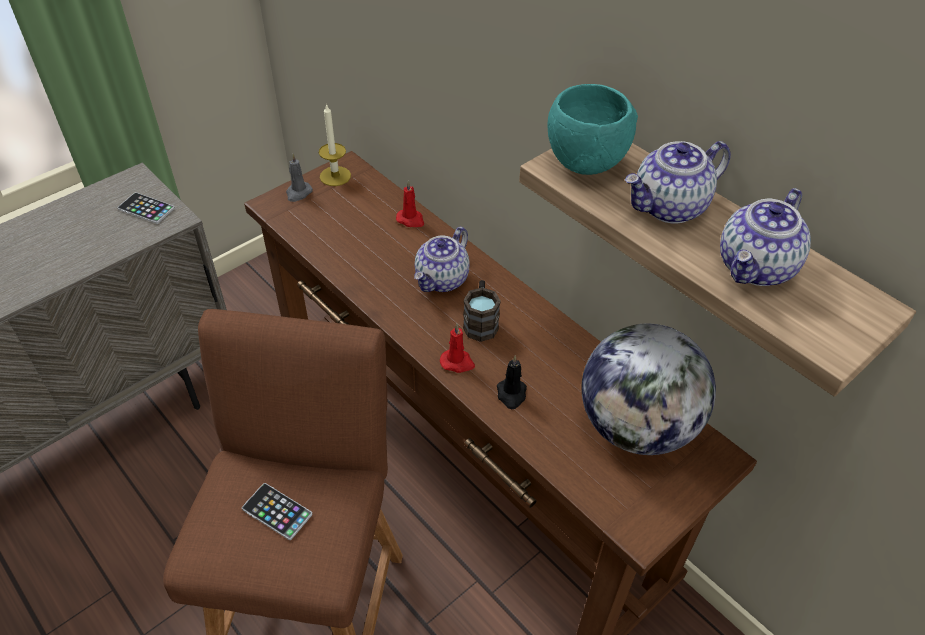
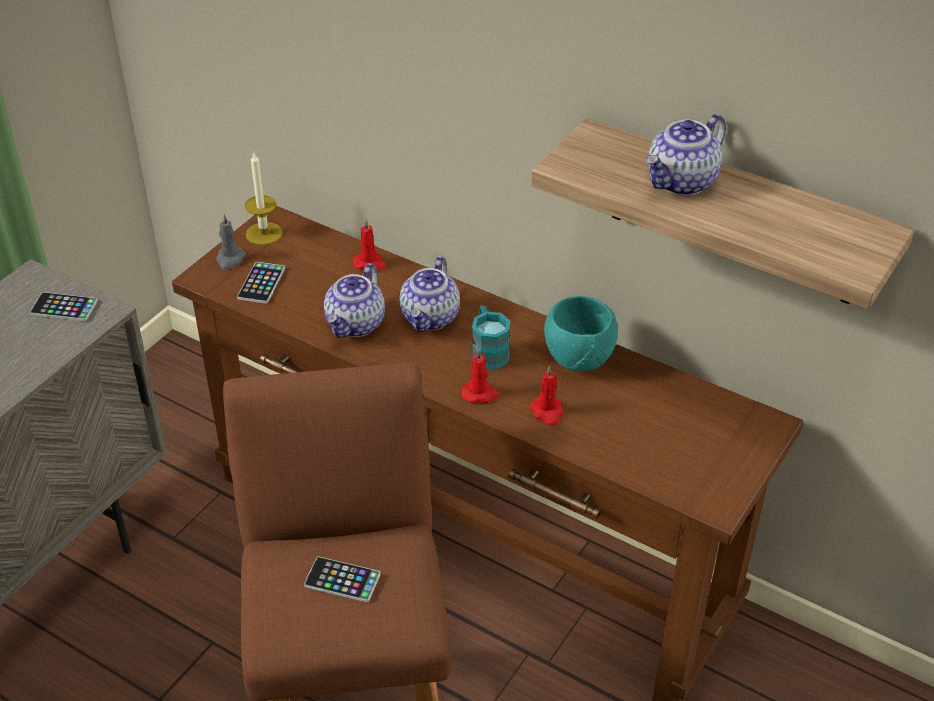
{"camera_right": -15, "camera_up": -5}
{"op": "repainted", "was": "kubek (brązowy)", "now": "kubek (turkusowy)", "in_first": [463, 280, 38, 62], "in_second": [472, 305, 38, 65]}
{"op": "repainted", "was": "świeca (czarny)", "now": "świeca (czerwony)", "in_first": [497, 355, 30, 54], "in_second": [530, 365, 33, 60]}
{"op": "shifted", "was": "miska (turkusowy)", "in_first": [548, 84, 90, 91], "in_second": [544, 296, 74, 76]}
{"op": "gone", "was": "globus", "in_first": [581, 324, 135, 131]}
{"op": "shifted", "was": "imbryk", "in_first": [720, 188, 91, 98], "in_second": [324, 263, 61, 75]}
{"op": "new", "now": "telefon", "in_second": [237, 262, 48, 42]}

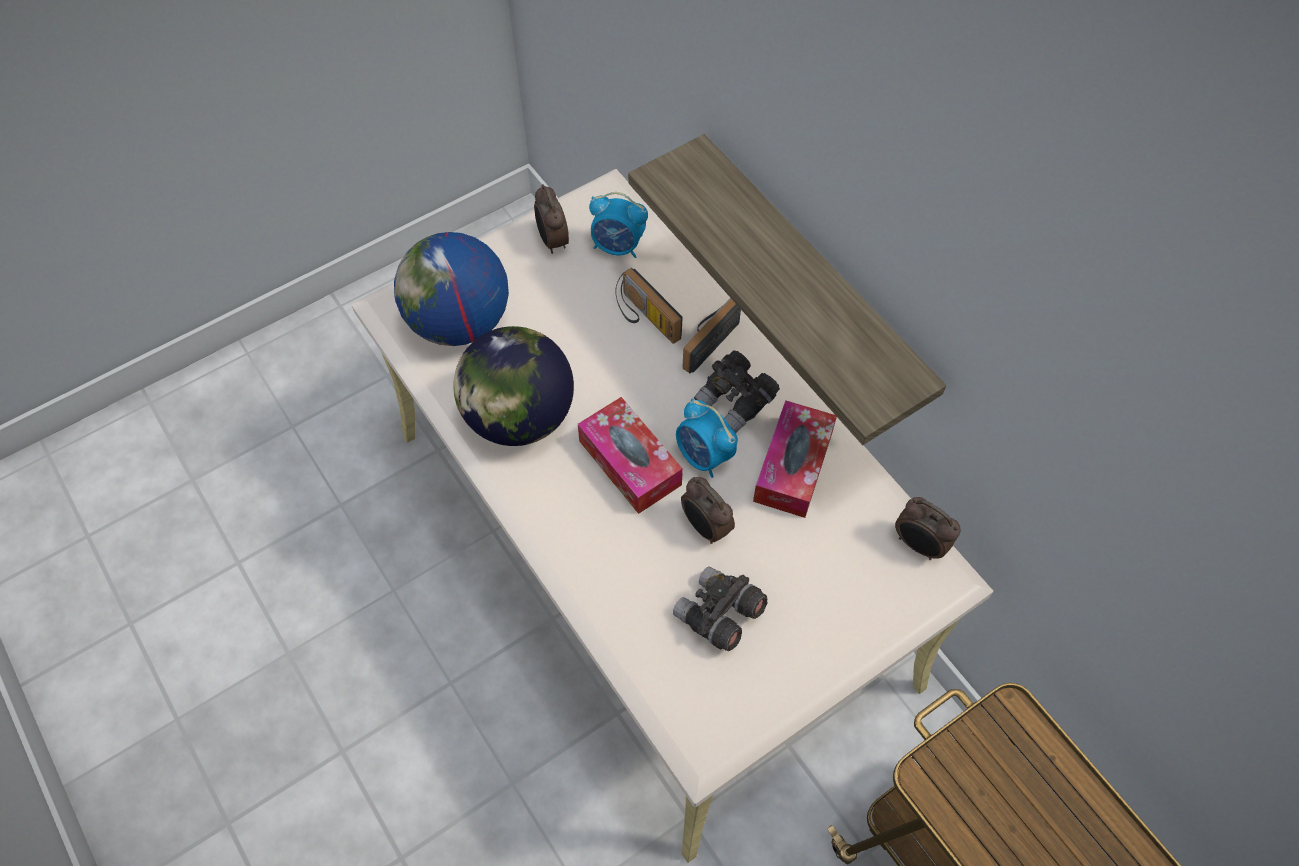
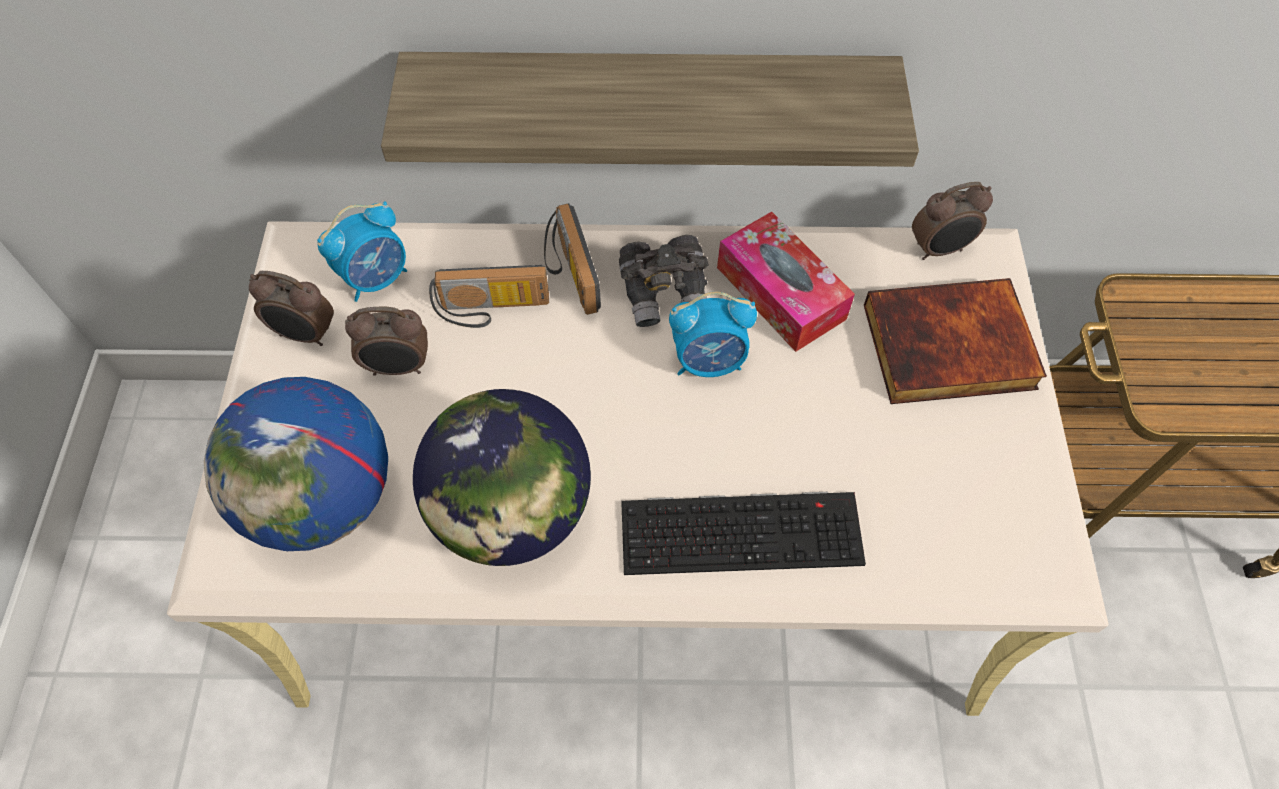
{"camera_right": -55, "camera_up": 0}
{"op": "gone", "was": "pudełko chusteczek", "in_first": [578, 397, 105, 117]}
{"op": "gone", "was": "lornetka (szary)", "in_first": [673, 567, 94, 84]}
{"op": "shifted", "was": "budzik", "in_first": [681, 477, 54, 67], "in_second": [345, 307, 83, 69]}
{"op": "new", "now": "klawiatura", "in_second": [621, 492, 245, 83]}
{"op": "new", "now": "książka", "in_second": [864, 278, 183, 126]}

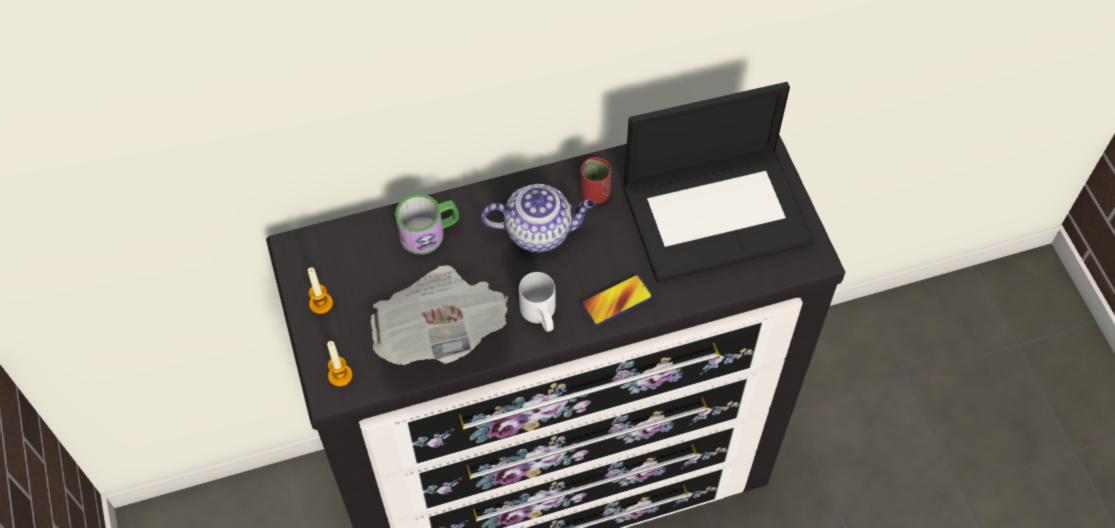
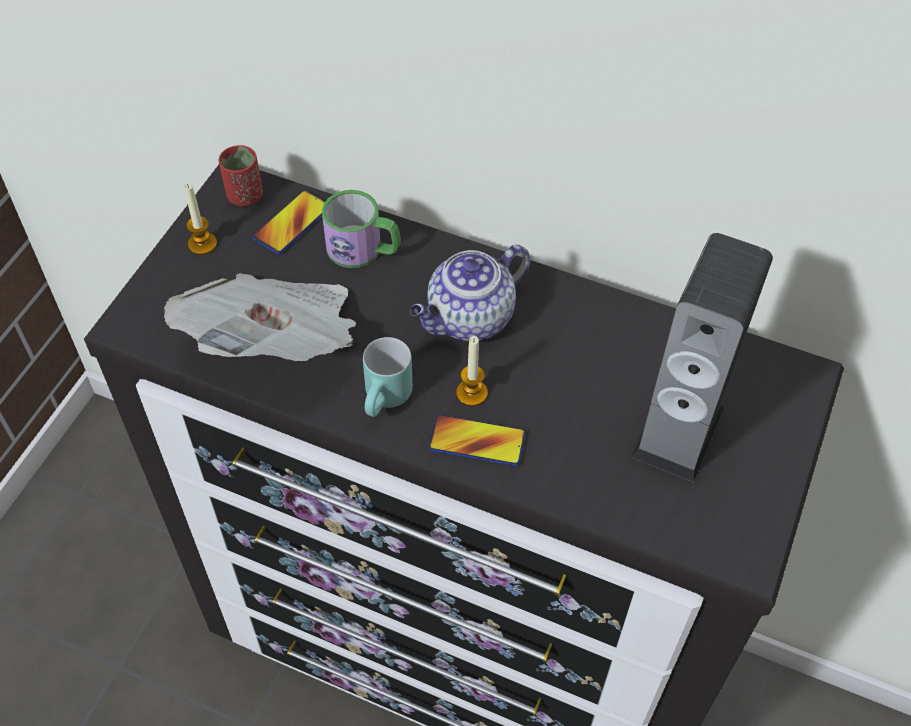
{"camera_right": 40, "camera_up": -5}
{"op": "shifted", "was": "świeca", "in_first": [327, 341, 26, 46], "in_second": [456, 336, 32, 70]}
{"op": "rotated", "was": "imbryk", "in_first": [481, 184, 114, 69], "in_second": [410, 245, 120, 96], "clockwise": 105}
{"op": "repainted", "was": "kubek (biały)", "now": "kubek (turkusowy)", "in_first": [519, 272, 36, 60], "in_second": [363, 337, 50, 80]}
{"op": "shifted", "was": "filiżanka (czerwony)", "in_first": [581, 157, 30, 47], "in_second": [219, 145, 44, 61]}
{"op": "swapped", "was": "laptop", "now": "głośnik", "in_first": [624, 82, 190, 200], "in_second": [631, 233, 142, 249]}
{"op": "new", "now": "telefon", "in_second": [252, 190, 73, 64]}

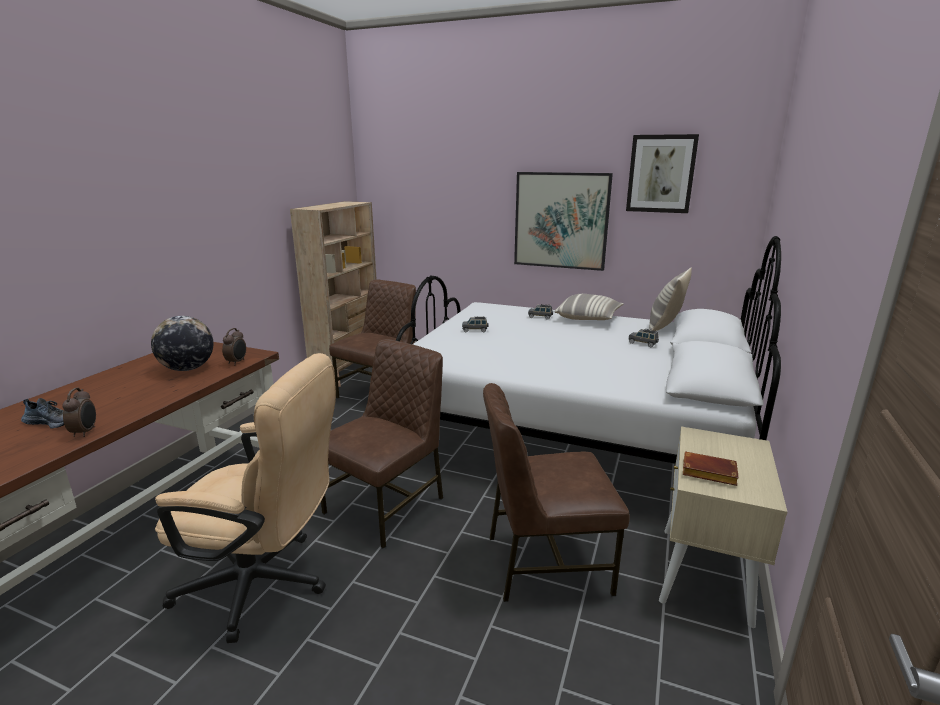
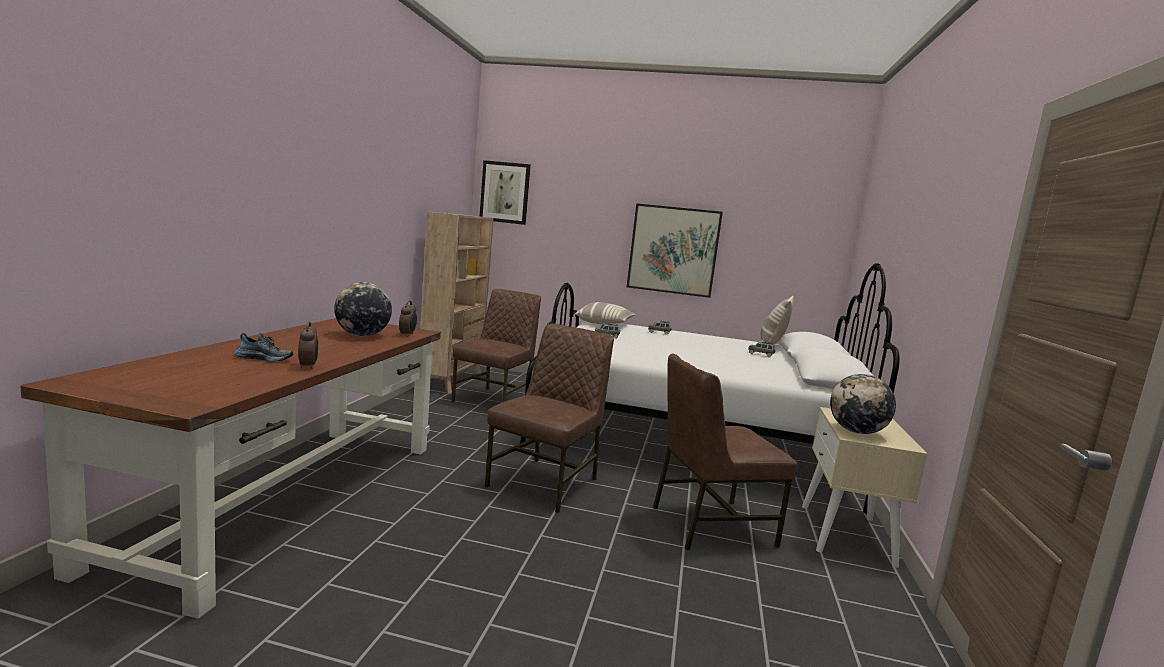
{"camera_right": -10, "camera_up": -10}
{"op": "gone", "was": "krzesło biurowe (beżowy)", "in_first": [155, 353, 181, 290]}
{"op": "shifted", "was": "poduszka", "in_first": [554, 294, 70, 26], "in_second": [575, 302, 61, 22]}
{"op": "shifted", "was": "obraz", "in_first": [626, 134, 73, 79], "in_second": [480, 160, 51, 65]}
{"op": "swapped", "was": "książka (brązowy)", "now": "globus", "in_first": [683, 451, 56, 35], "in_second": [830, 374, 66, 60]}

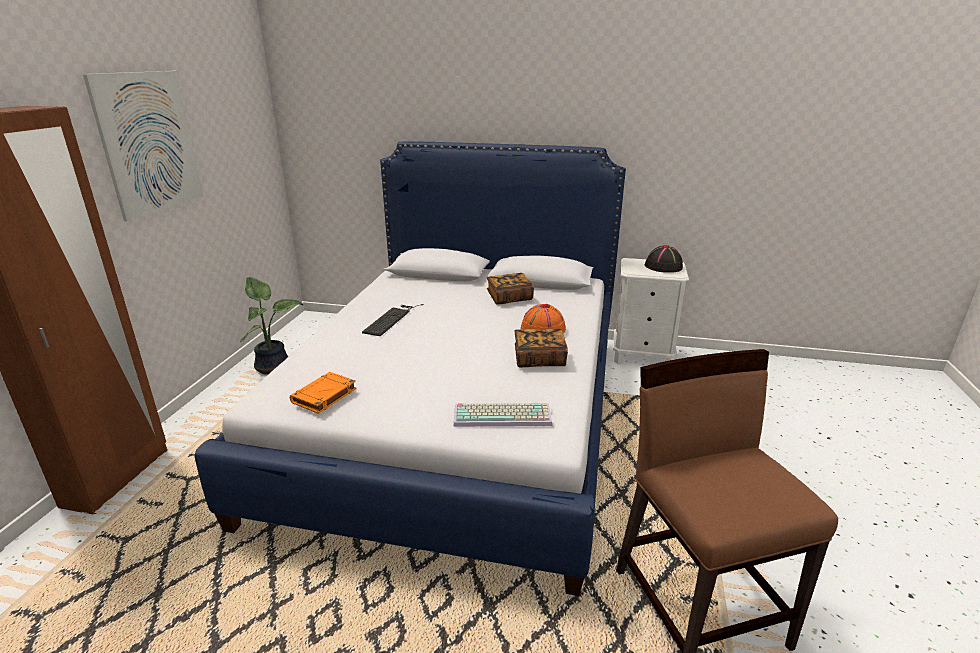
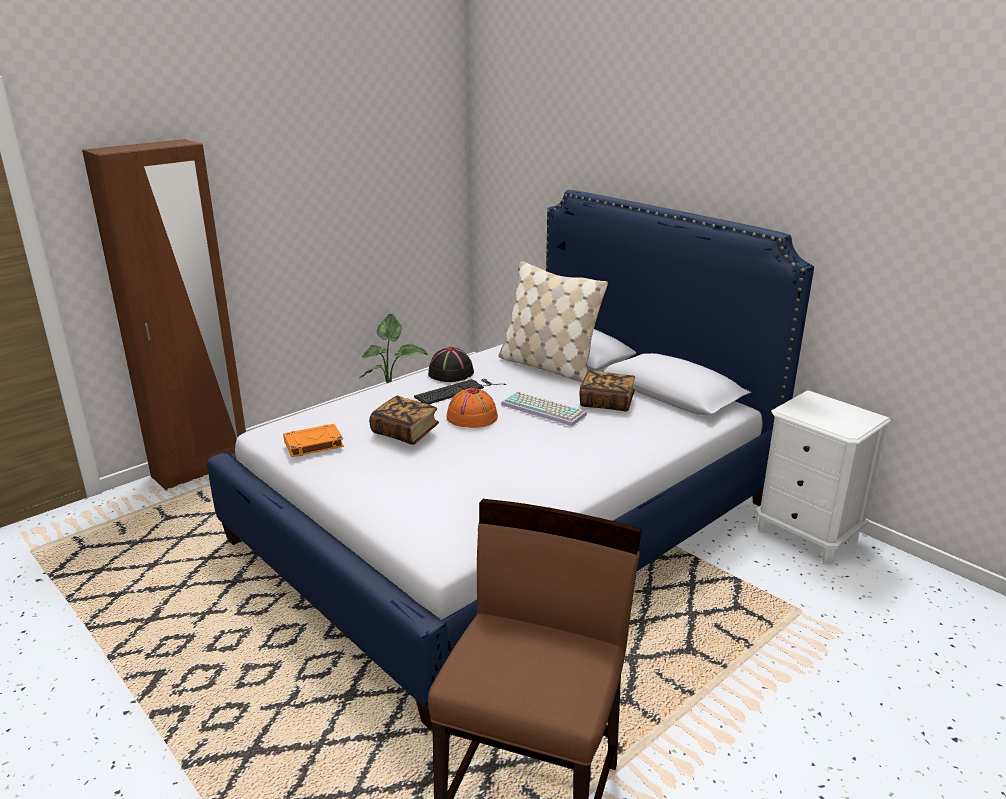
{"camera_right": 35, "camera_up": 0}
{"op": "gone", "was": "obraz", "in_first": [83, 71, 120, 150]}
{"op": "shifted", "was": "klawiatura", "in_first": [453, 403, 100, 24], "in_second": [501, 391, 86, 35]}
{"op": "shifted", "was": "książka", "in_first": [514, 329, 54, 39], "in_second": [369, 396, 70, 49]}
{"op": "shifted", "was": "kapelusz (pomarańczowy)", "in_first": [520, 304, 46, 29], "in_second": [446, 388, 52, 40]}
{"op": "shifted", "was": "kapelusz (czarny)", "in_first": [645, 245, 38, 28], "in_second": [428, 347, 46, 35]}
{"op": "new", "now": "poduszka (beżowy)", "in_second": [498, 261, 110, 121]}

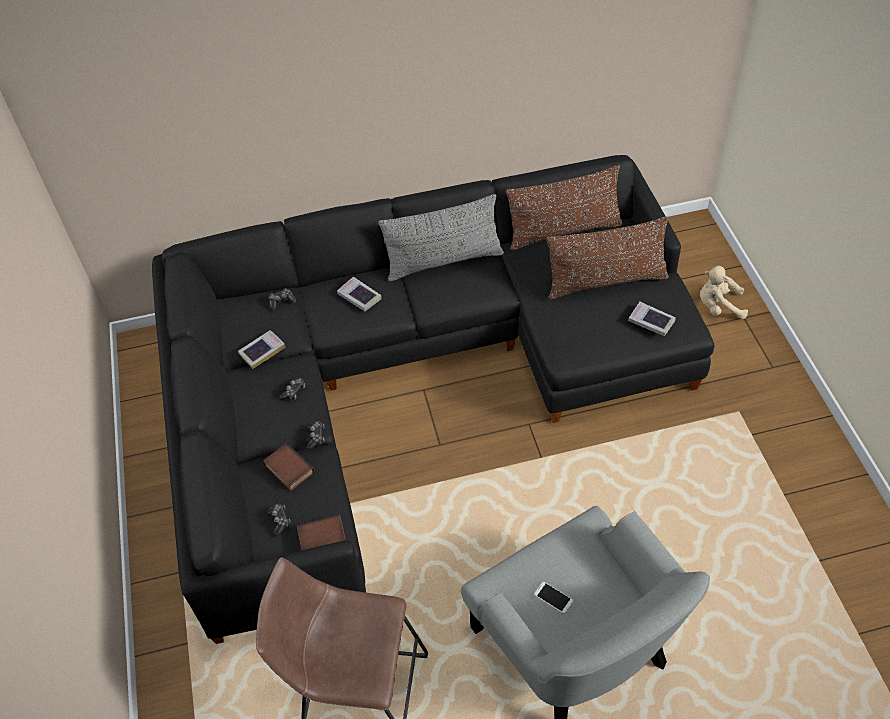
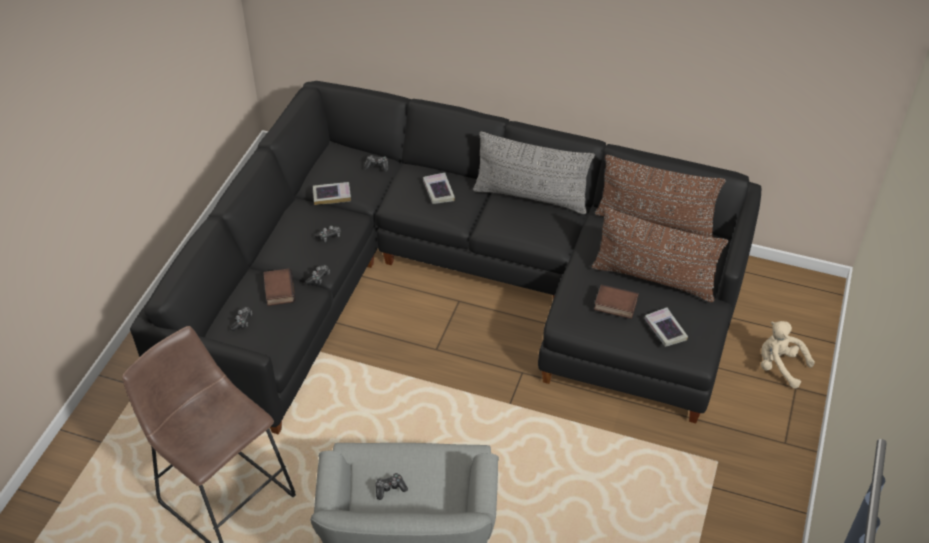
{"camera_right": 30, "camera_up": -5}
{"op": "shifted", "was": "książka", "in_first": [297, 514, 49, 37], "in_second": [594, 284, 45, 35]}
{"op": "swapped", "was": "telefon", "now": "pad do gier", "in_first": [534, 582, 39, 32], "in_second": [376, 473, 32, 27]}

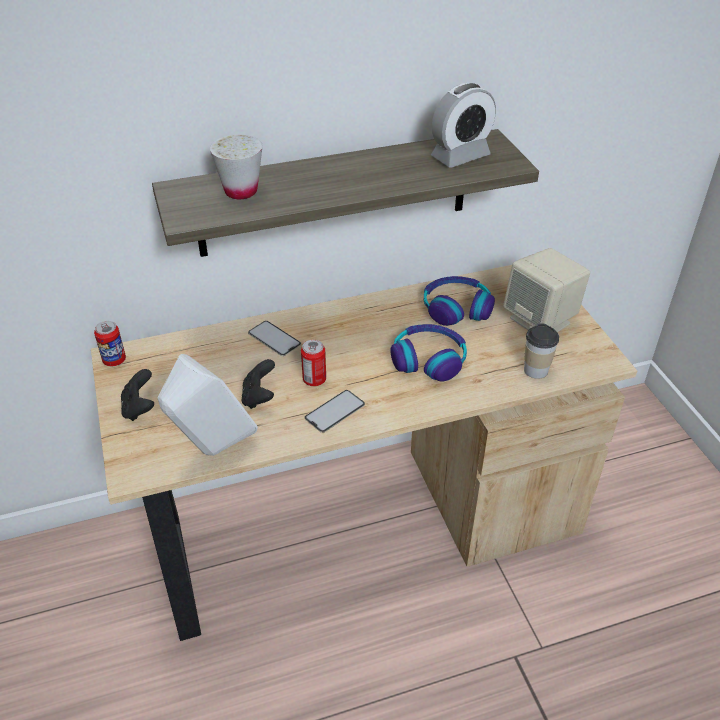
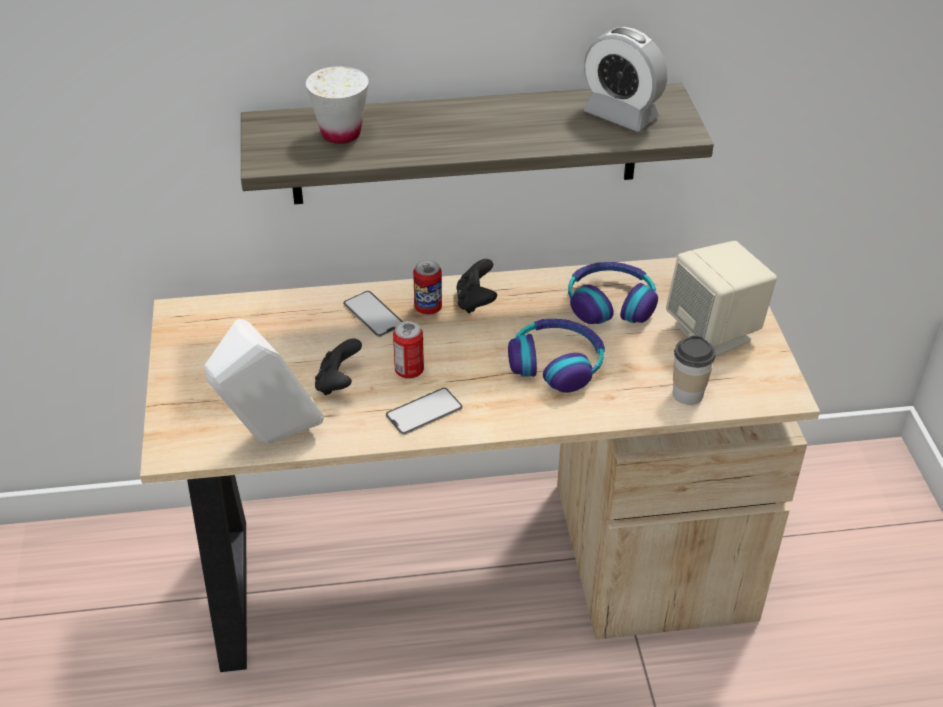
{"camera_right": 10, "camera_up": 0}
{"op": "shifted", "was": "puszka", "in_first": [94, 321, 32, 45], "in_second": [413, 260, 29, 55]}
{"op": "shifted", "was": "pad do gier (czarny)", "in_first": [121, 369, 33, 52], "in_second": [456, 259, 41, 55]}
{"op": "rotated", "was": "budzik", "in_first": [431, 83, 65, 85], "in_second": [583, 27, 84, 104], "clockwise": 60}

